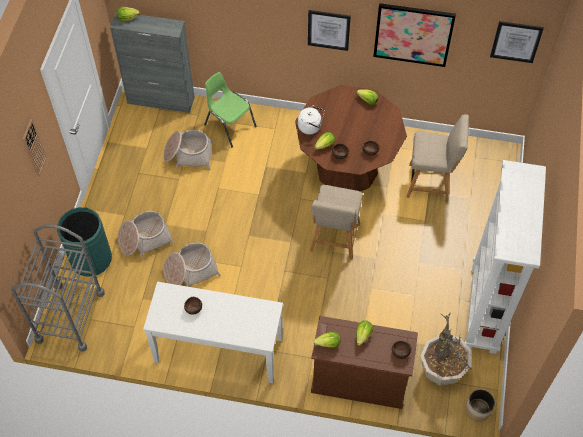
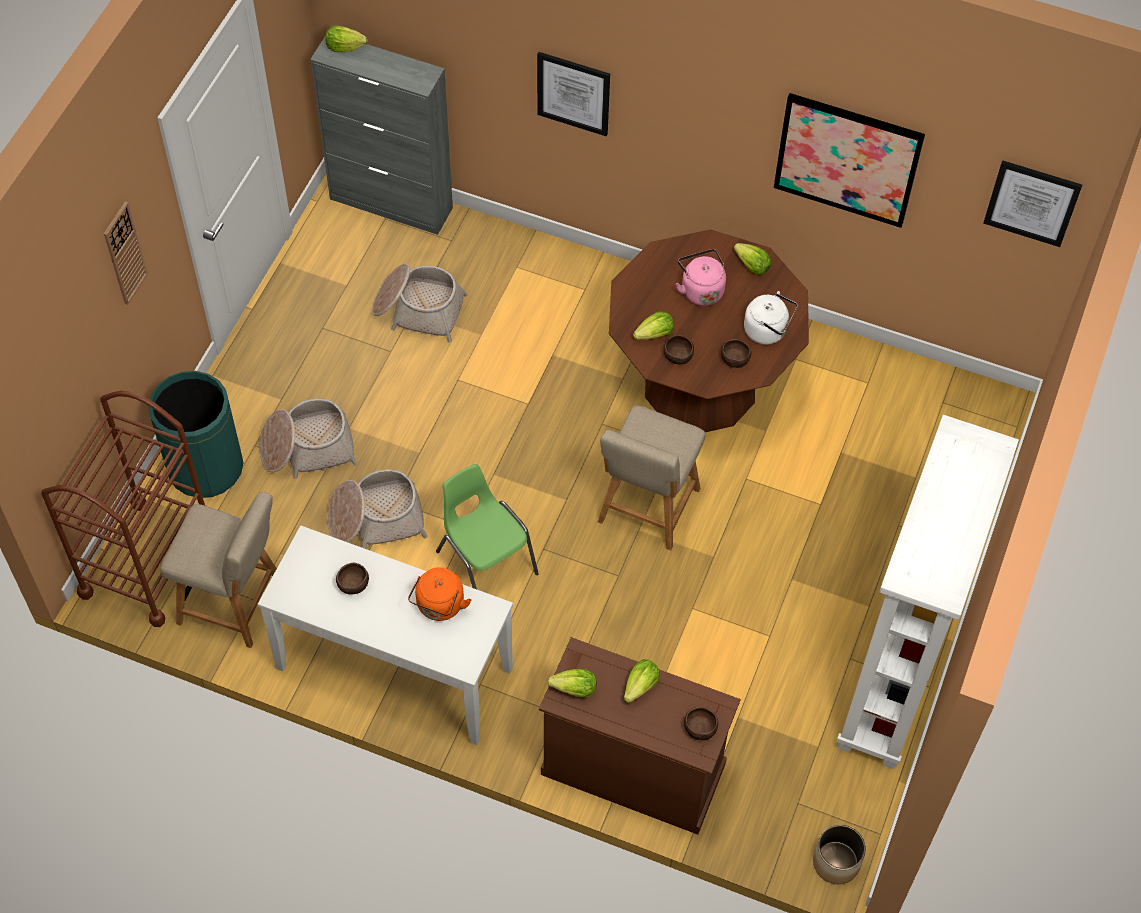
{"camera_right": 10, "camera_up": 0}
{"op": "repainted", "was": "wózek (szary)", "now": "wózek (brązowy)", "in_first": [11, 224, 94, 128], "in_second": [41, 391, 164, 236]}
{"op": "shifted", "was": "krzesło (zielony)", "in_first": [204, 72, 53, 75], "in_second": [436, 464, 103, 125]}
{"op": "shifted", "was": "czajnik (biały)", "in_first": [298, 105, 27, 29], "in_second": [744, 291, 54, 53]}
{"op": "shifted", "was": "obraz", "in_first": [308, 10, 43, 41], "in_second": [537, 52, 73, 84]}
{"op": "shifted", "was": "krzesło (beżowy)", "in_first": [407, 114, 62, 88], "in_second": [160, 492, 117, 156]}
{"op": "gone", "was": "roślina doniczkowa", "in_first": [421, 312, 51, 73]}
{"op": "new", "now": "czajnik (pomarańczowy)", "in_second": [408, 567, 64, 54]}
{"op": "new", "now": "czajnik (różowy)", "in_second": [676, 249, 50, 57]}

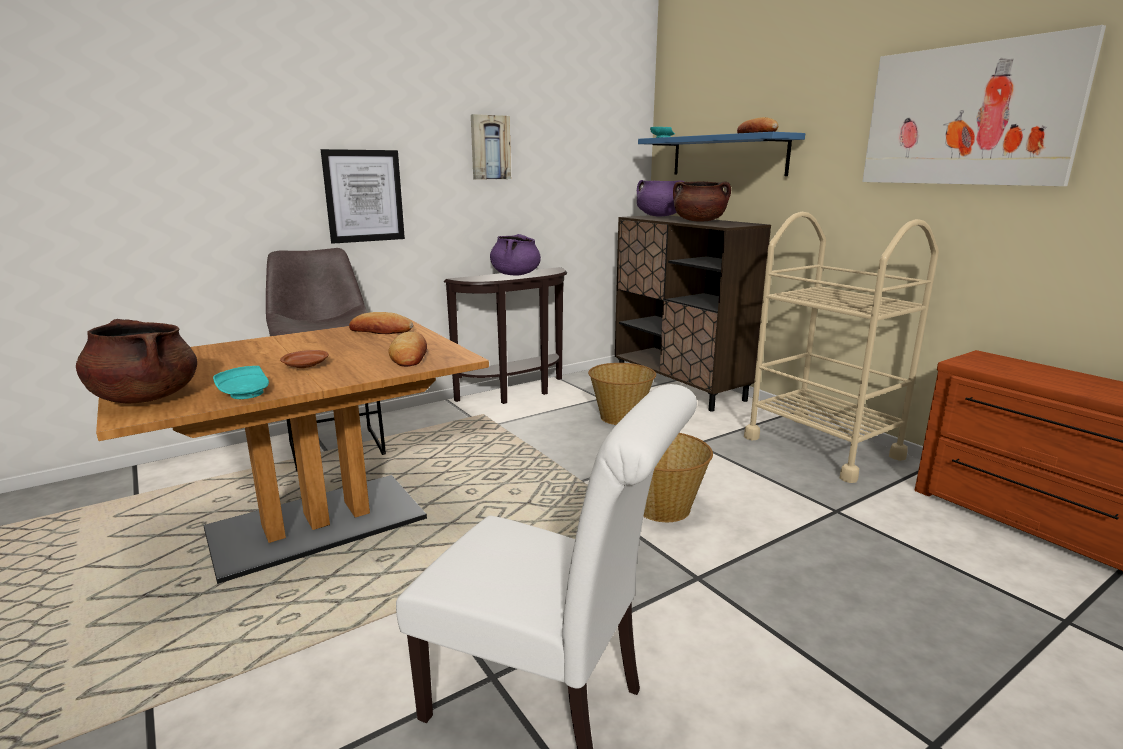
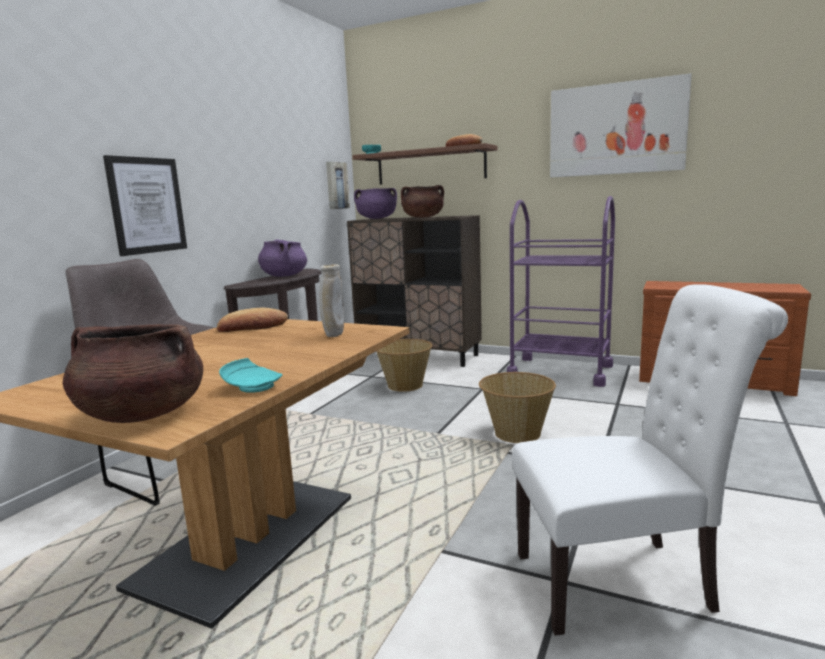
{"camera_right": -30, "camera_up": -5}
{"op": "gone", "was": "talerz (brązowy)", "in_first": [280, 350, 49, 18]}
{"op": "swapped", "was": "chleb", "now": "wazon (beżowy)", "in_first": [388, 331, 39, 36], "in_second": [320, 264, 24, 73]}
{"op": "shifted", "was": "obraz", "in_first": [471, 114, 40, 66], "in_second": [326, 162, 24, 47]}
{"op": "repainted", "was": "półka (niebieski)", "now": "półka (brązowy)", "in_first": [638, 132, 167, 44], "in_second": [352, 143, 145, 42]}
{"op": "repainted", "was": "wózek (beżowy)", "now": "wózek (fioletowy)", "in_first": [744, 212, 195, 271], "in_second": [507, 196, 108, 191]}

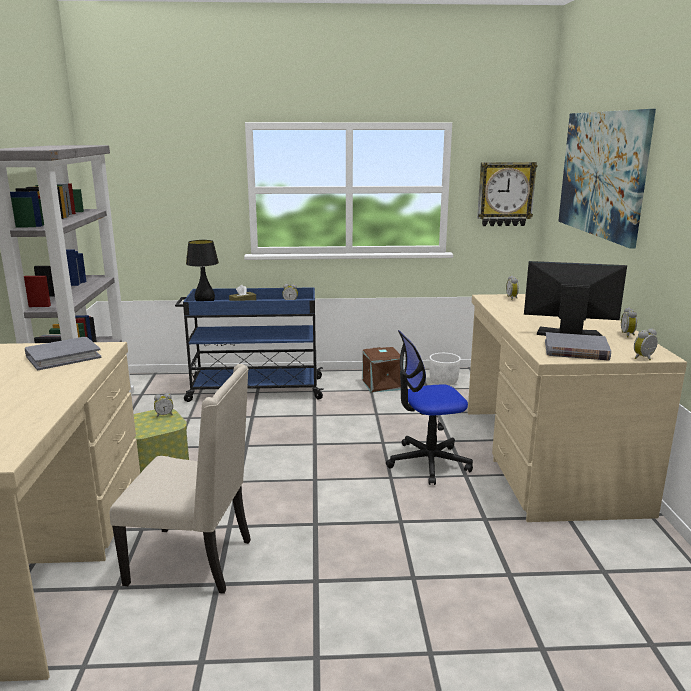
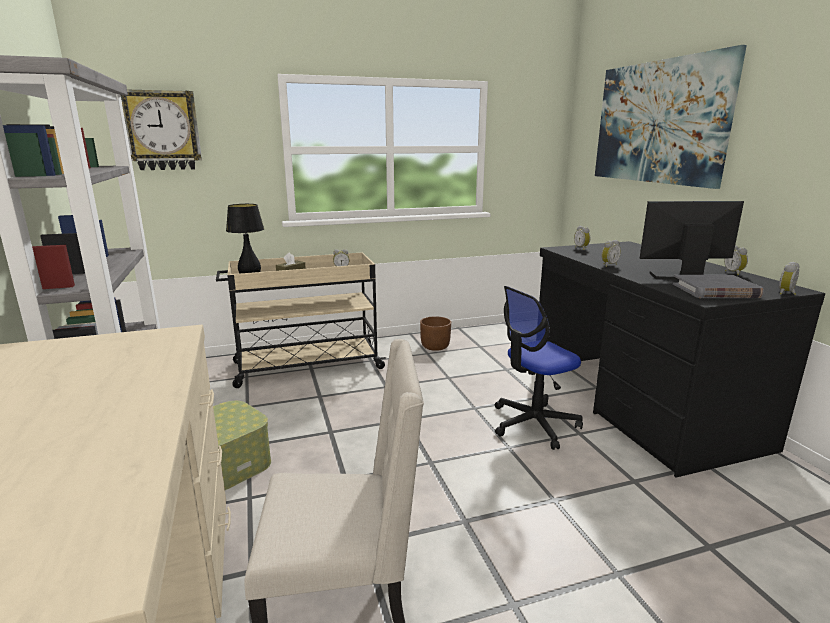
{"camera_right": -15, "camera_up": 0}
{"op": "gone", "was": "książka (szary)", "in_first": [25, 337, 77, 33]}
{"op": "shifted", "was": "budzik", "in_first": [154, 393, 19, 24], "in_second": [601, 240, 20, 27]}
{"op": "repainted", "was": "wózek (niebieski)", "now": "wózek (beżowy)", "in_first": [175, 287, 149, 115], "in_second": [216, 252, 171, 136]}
{"op": "swapped", "was": "pojemnik do przechowywania (brązowy)", "now": "donica (brązowy)", "in_first": [362, 347, 42, 45], "in_second": [420, 316, 31, 35]}
{"op": "gone", "was": "donica (biały)", "in_first": [430, 353, 31, 33]}
{"op": "repainted", "was": "biurko (beżowy)", "now": "biurko (czarny)", "in_first": [468, 294, 219, 228], "in_second": [539, 241, 286, 237]}
{"op": "shifted", "was": "zegar ścienny", "in_first": [477, 162, 60, 64], "in_second": [121, 90, 81, 80]}

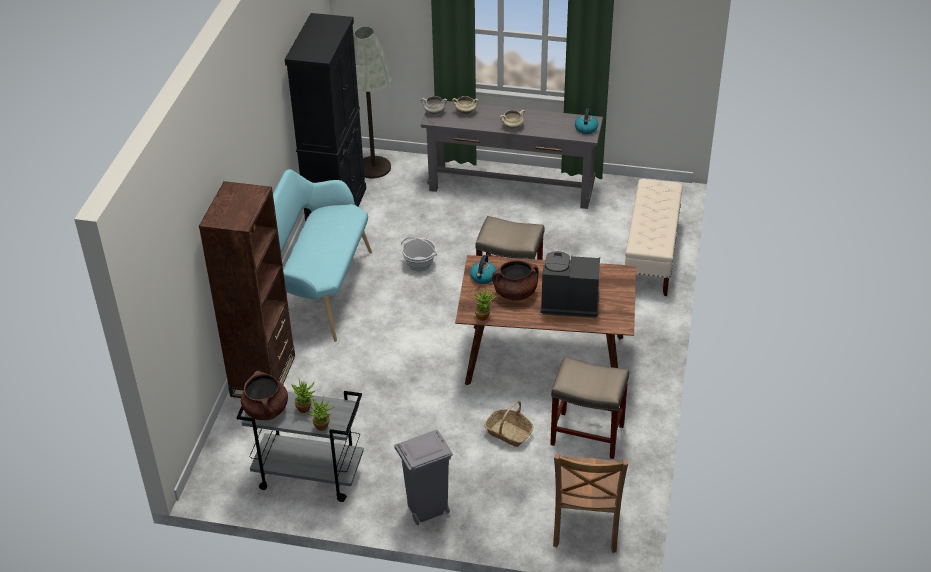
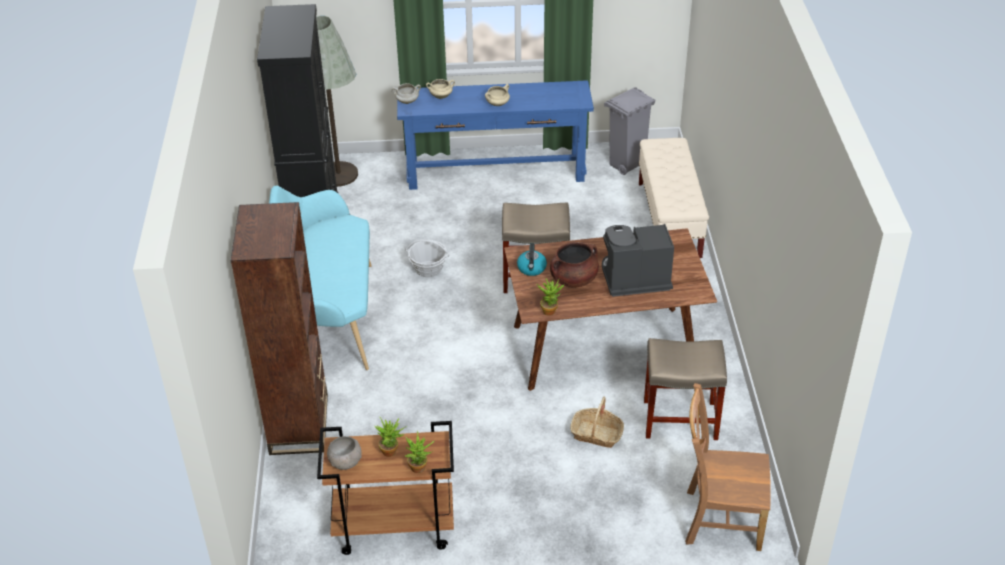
{"camera_right": -15, "camera_up": 0}
{"op": "repainted", "was": "wózek (szary)", "now": "wózek (brązowy)", "in_first": [236, 391, 128, 111], "in_second": [317, 421, 137, 134]}
{"op": "swapped", "was": "garnek (brązowy)", "now": "miska (szary)", "in_first": [241, 371, 47, 49], "in_second": [327, 436, 35, 34]}
{"op": "shifted", "was": "kosz na śmieci (szary)", "in_first": [394, 430, 59, 96], "in_second": [604, 87, 52, 88]}
{"op": "repainted", "was": "stolik konsolowy (szary)", "now": "stolik konsolowy (niebieski)", "in_first": [421, 101, 182, 108], "in_second": [397, 80, 197, 110]}
{"op": "rotated", "was": "krzesło (brązowy)", "in_first": [553, 454, 75, 99], "in_second": [685, 383, 86, 168], "clockwise": 105}
{"op": "gone", "was": "czajnik", "in_first": [575, 108, 23, 26]}

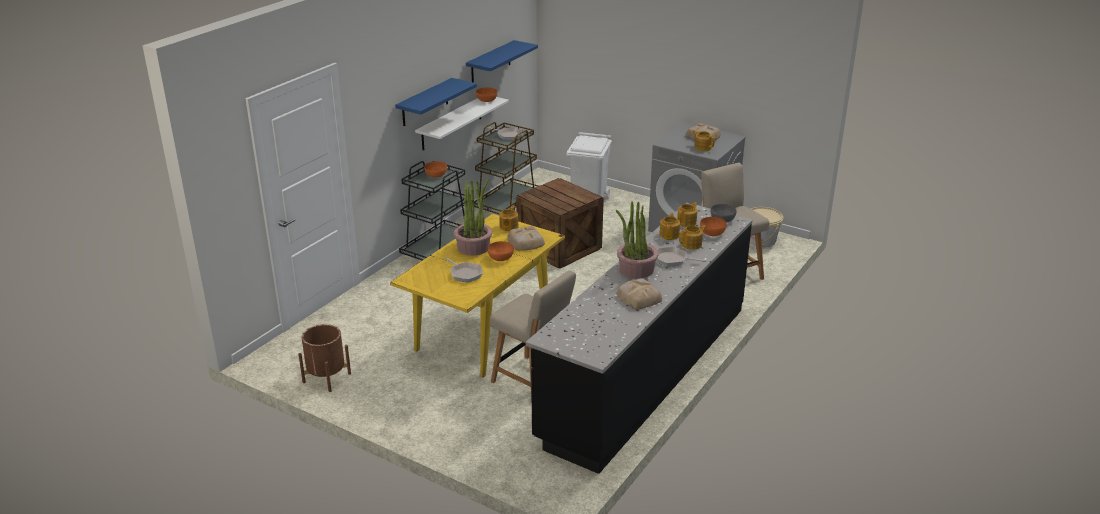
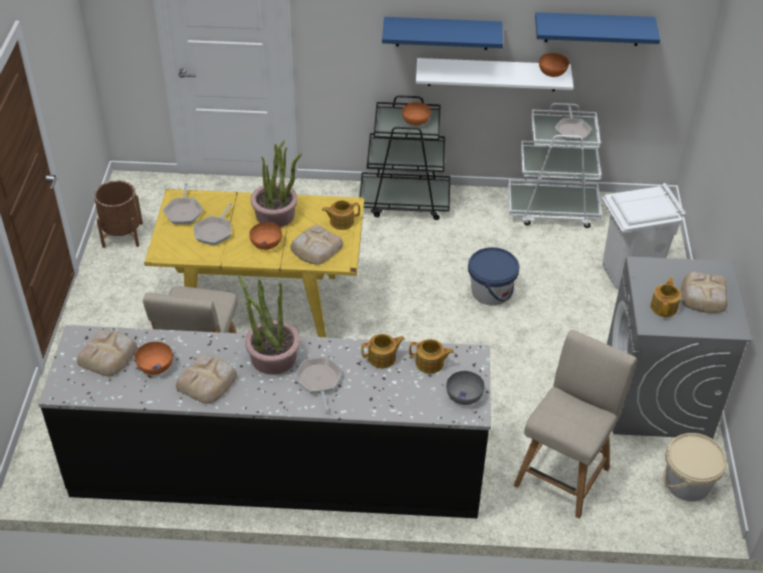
{"camera_right": 60, "camera_up": 15}
{"op": "repainted", "was": "wózek (brązowy)", "now": "wózek (biały)", "in_first": [474, 122, 65, 92], "in_second": [508, 103, 94, 125]}
{"op": "swapped", "was": "skrzynka", "now": "wiadro (niebieski)", "in_first": [516, 178, 88, 91], "in_second": [468, 247, 51, 59]}
{"op": "gone", "was": "imbryk", "in_first": [679, 225, 27, 25]}
{"op": "shifted", "was": "miska (pomarańczowy)", "in_first": [700, 217, 27, 19], "in_second": [135, 342, 38, 33]}
{"op": "new", "now": "chleb", "in_second": [77, 330, 60, 46]}
{"op": "new", "now": "patelnia", "in_second": [163, 183, 40, 42]}

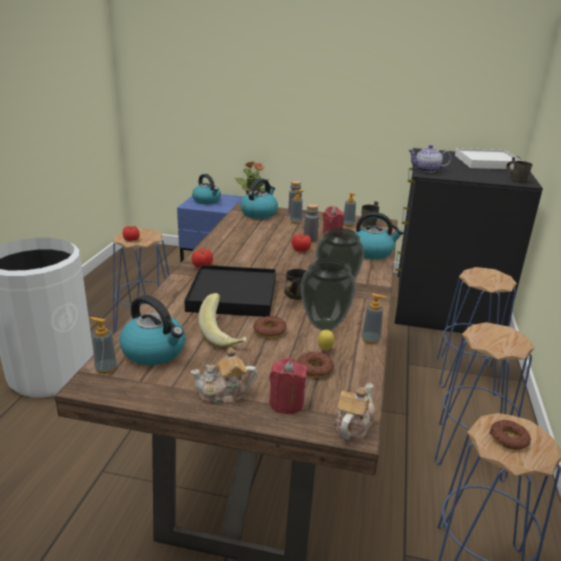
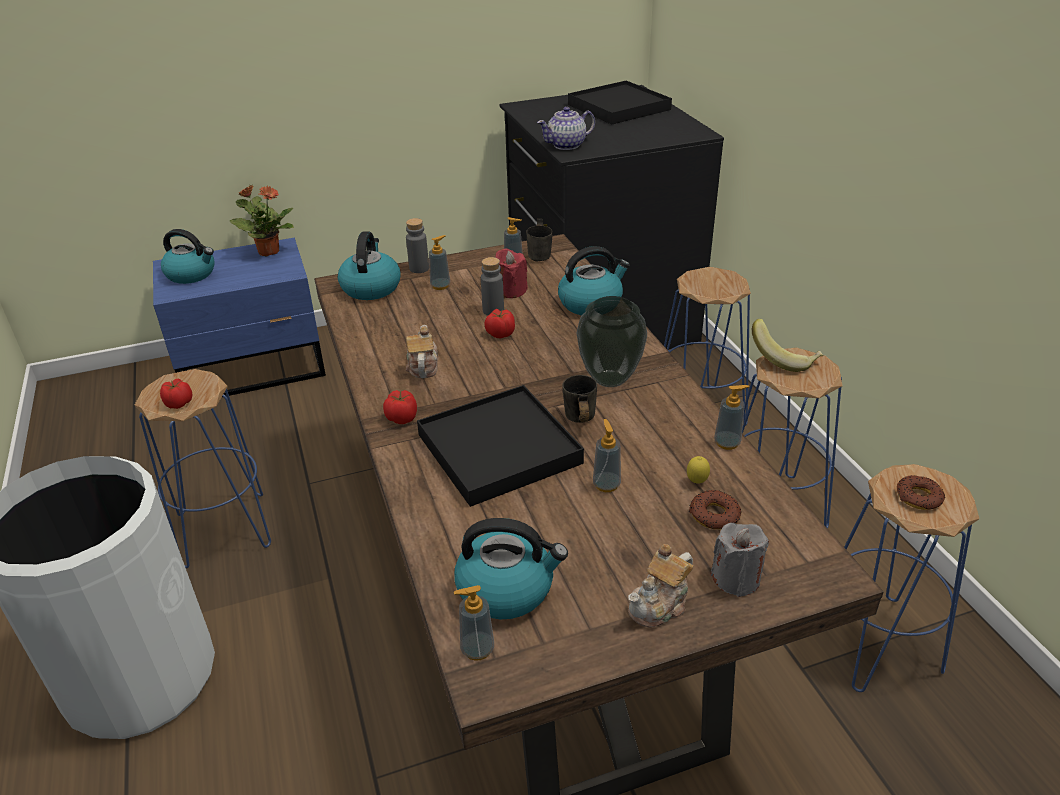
{"camera_right": -30, "camera_up": 10}
{"op": "shifted", "was": "banan", "in_first": [198, 293, 48, 56], "in_second": [752, 319, 72, 53]}
{"op": "swapped", "was": "donut", "now": "dozownik mydła", "in_first": [253, 316, 34, 22], "in_second": [593, 419, 28, 73]}
{"op": "repainted", "was": "świeca (czerwony)", "now": "świeca (szary)", "in_first": [269, 357, 38, 57], "in_second": [711, 523, 58, 74]}
{"op": "gone", "was": "wazon", "in_first": [300, 258, 56, 72]}
{"op": "shifted", "was": "imbryk", "in_first": [334, 383, 41, 58], "in_second": [406, 325, 32, 53]}
{"op": "repainted", "was": "taca (biały)", "now": "taca (czarny)", "in_first": [455, 148, 67, 21], "in_second": [568, 81, 104, 44]}
{"op": "gone", "was": "kubek (szary)", "in_first": [506, 157, 27, 26]}

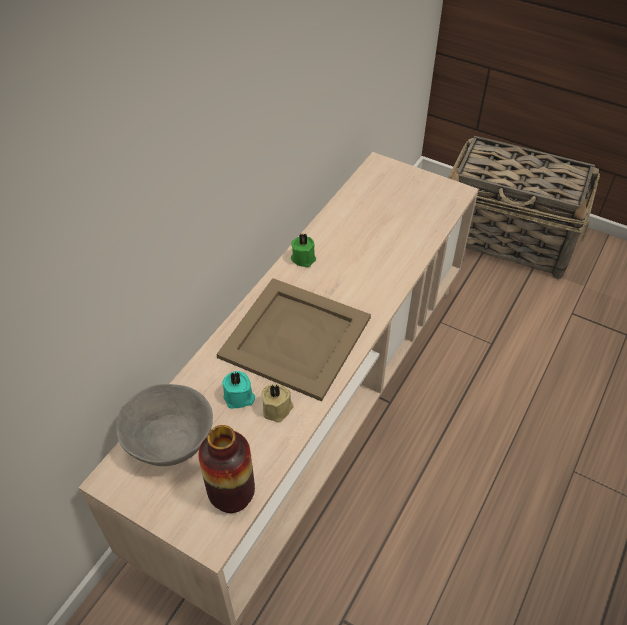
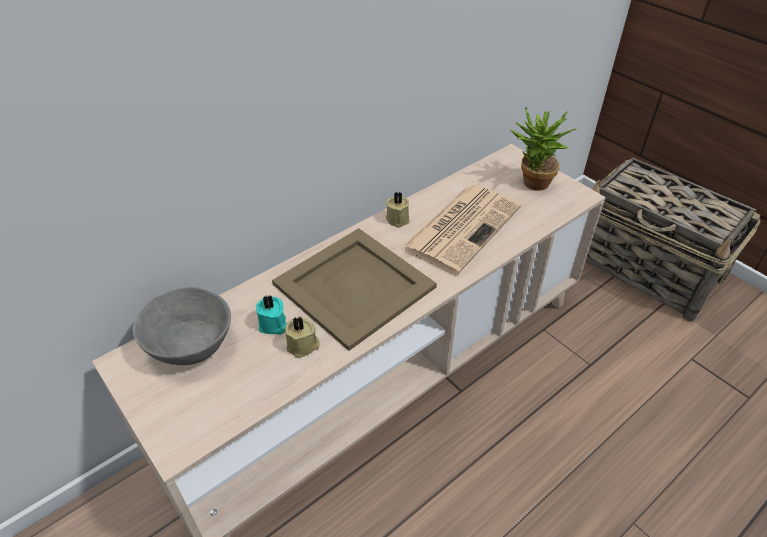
{"camera_right": 20, "camera_up": -5}
{"op": "gone", "was": "wazon", "in_first": [198, 425, 57, 88]}
{"op": "repainted", "was": "świeca (zielony)", "now": "świeca (beżowy)", "in_first": [291, 233, 25, 34], "in_second": [386, 192, 24, 36]}
{"op": "new", "now": "gazeta", "in_second": [401, 185, 120, 90]}
{"op": "new", "now": "roślina doniczkowa", "in_second": [510, 107, 67, 84]}

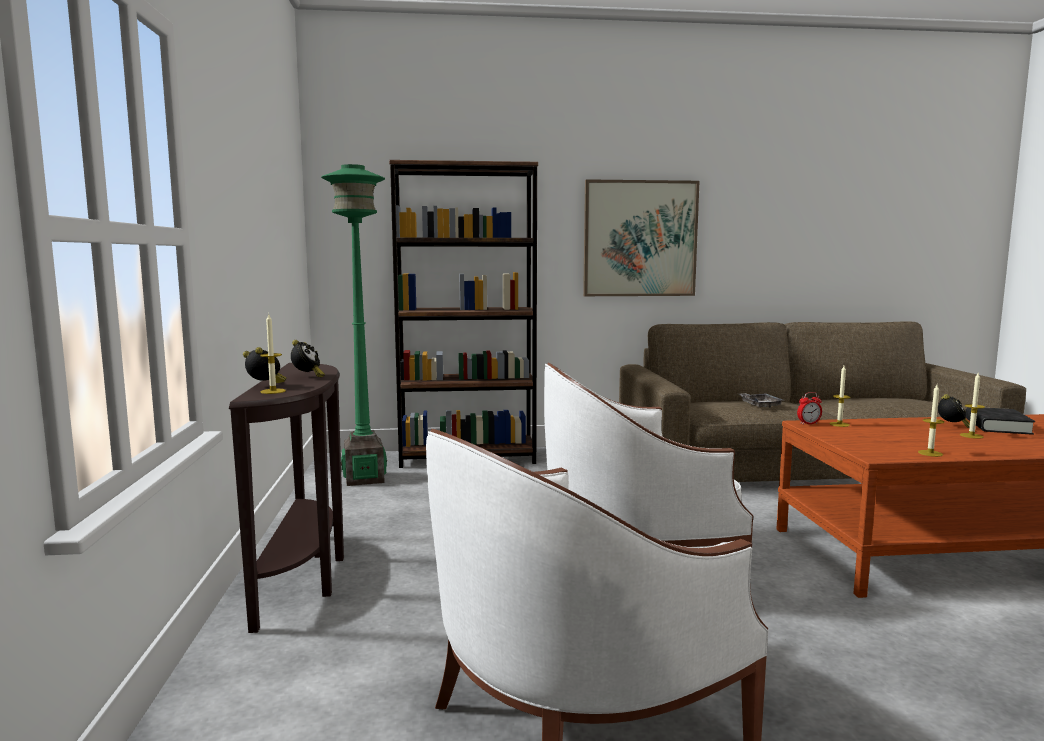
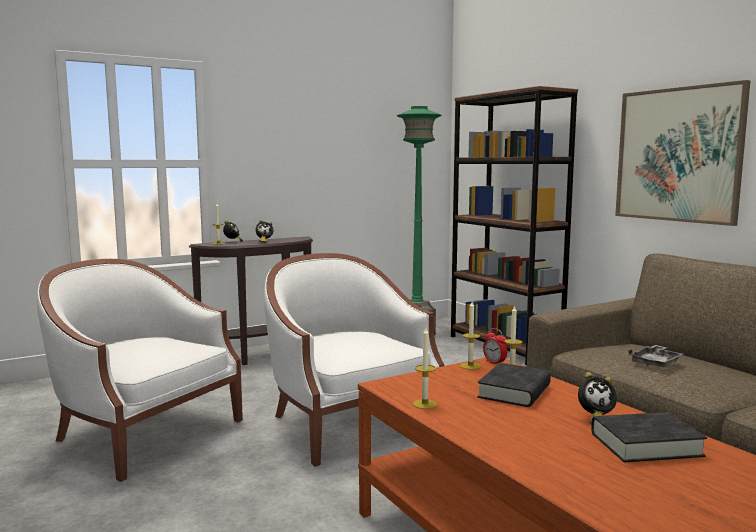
{"camera_right": 65, "camera_up": 0}
{"op": "shifted", "was": "świeca", "in_first": [960, 373, 25, 66], "in_second": [460, 302, 21, 68]}
{"op": "new", "now": "książka (czarny)", "in_second": [477, 363, 74, 44]}

